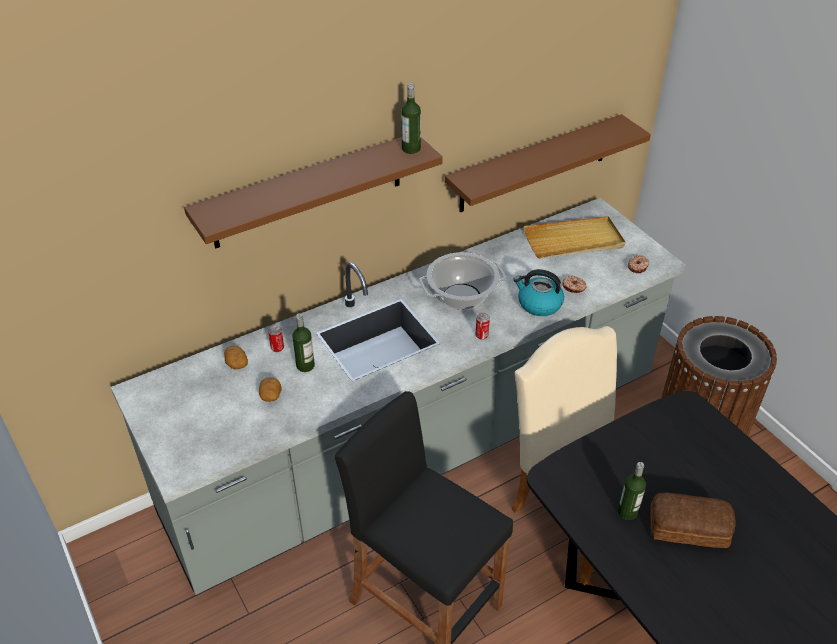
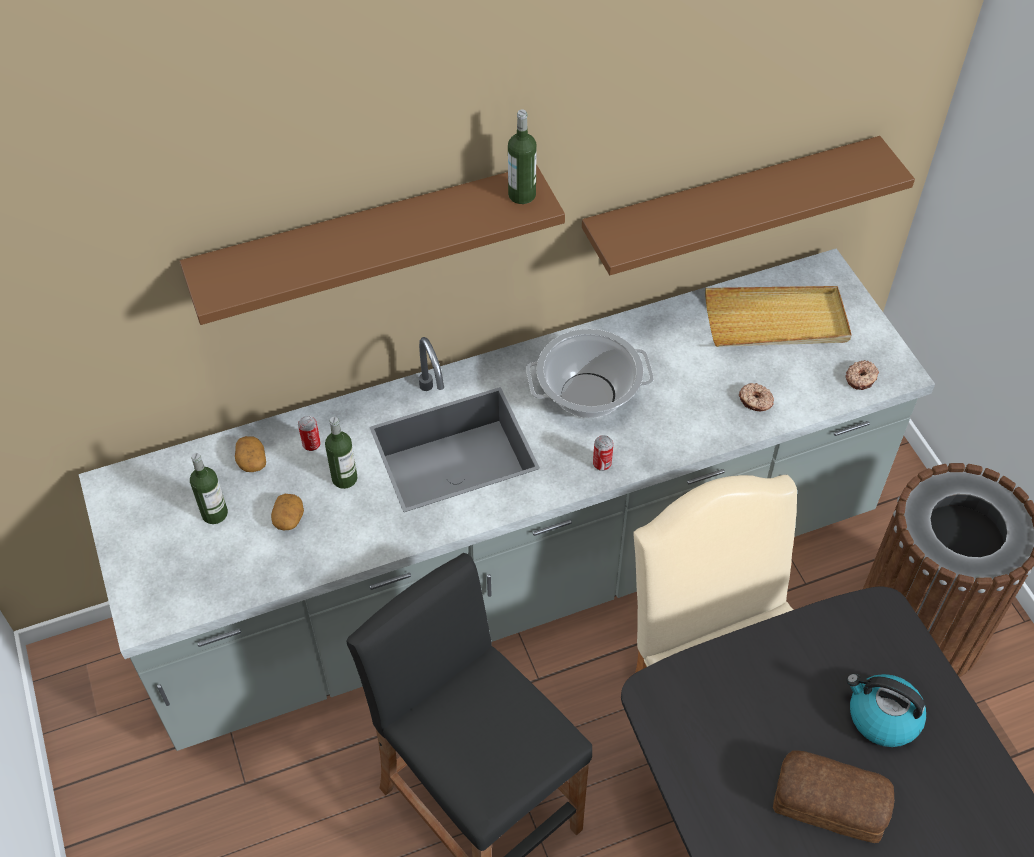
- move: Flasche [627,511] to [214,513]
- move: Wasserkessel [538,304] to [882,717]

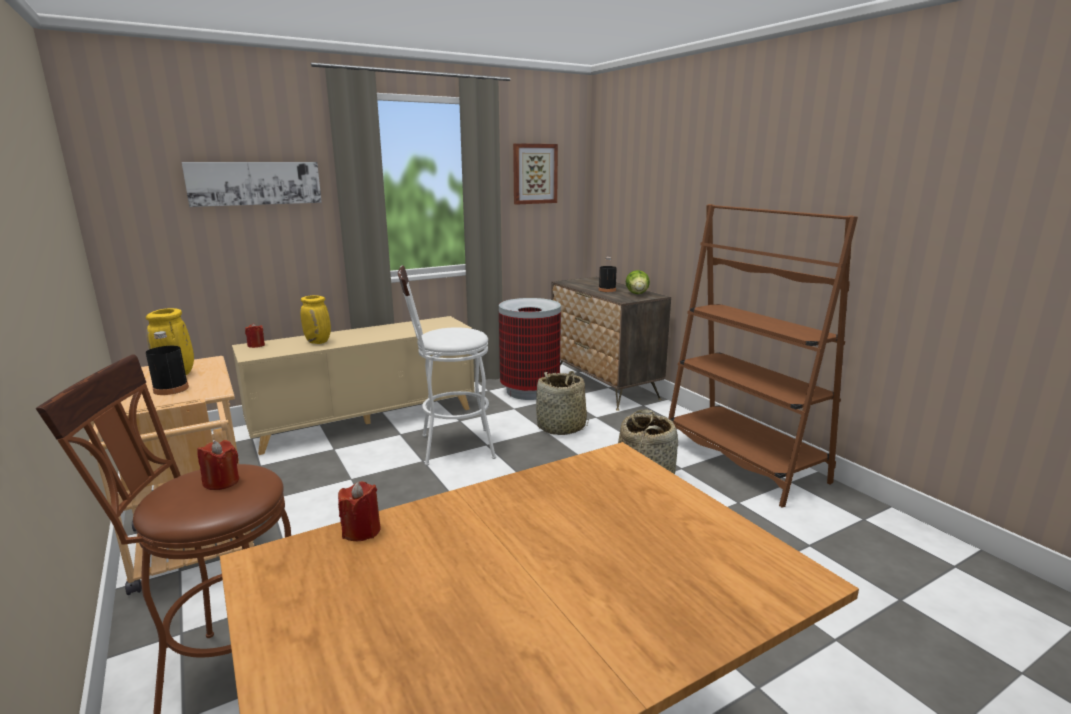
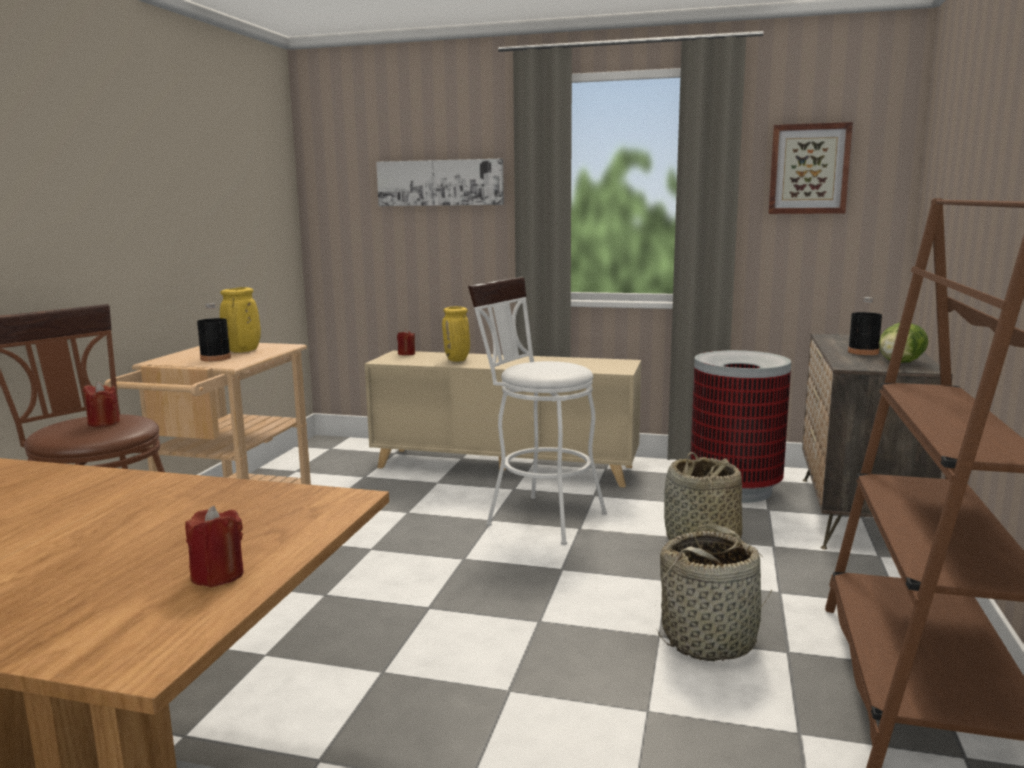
- move: Kerze (rot) [361,531] to [217,575]

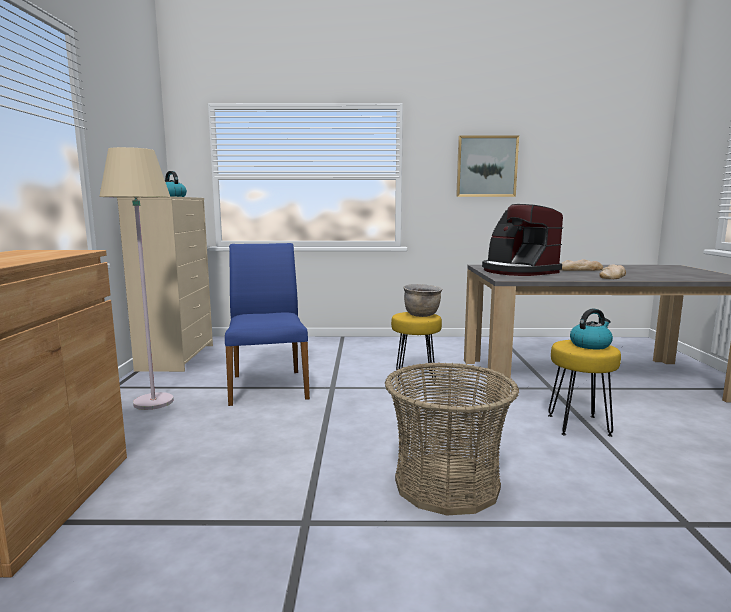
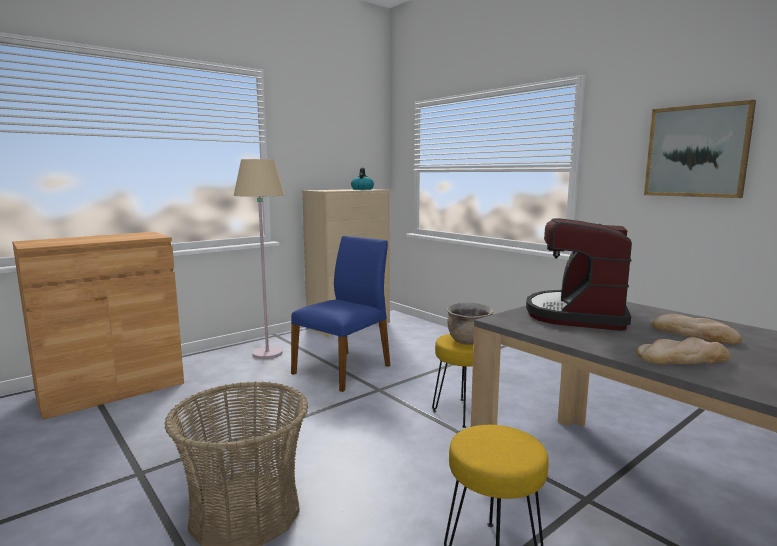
- delete: Wasserkessel [590,345]

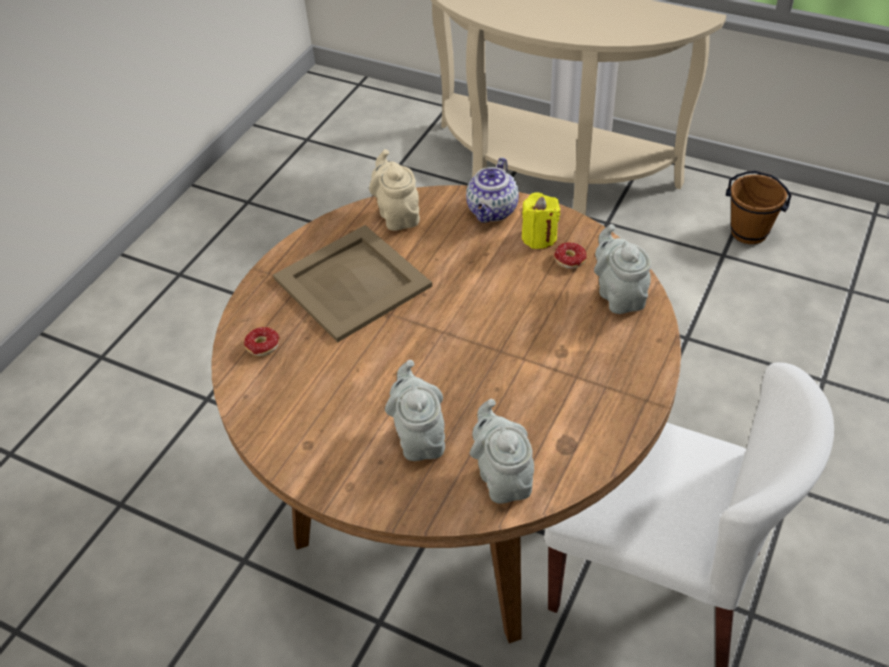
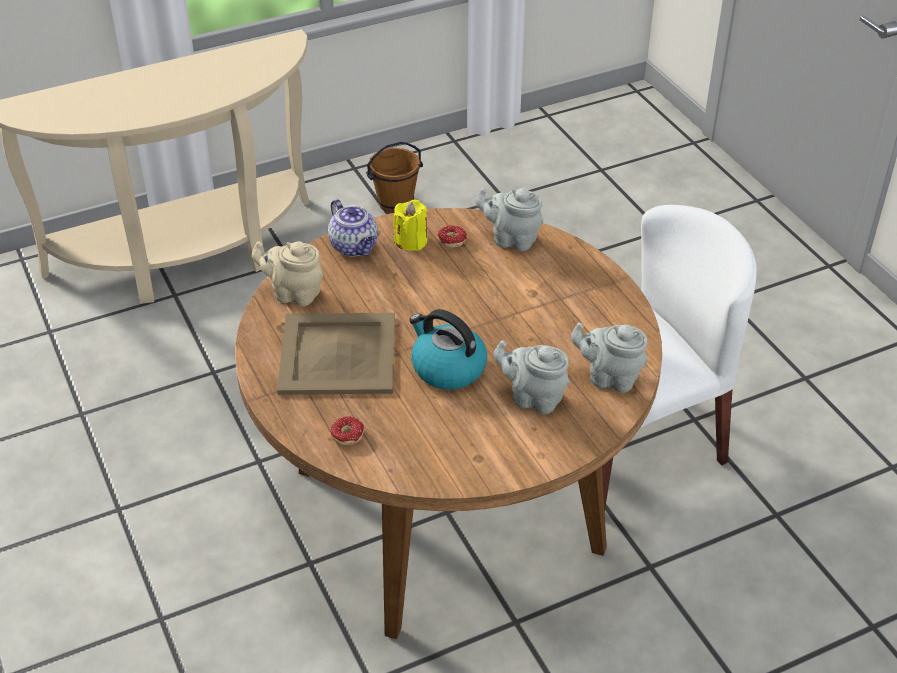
- insert: Wasserkessel [447,368]

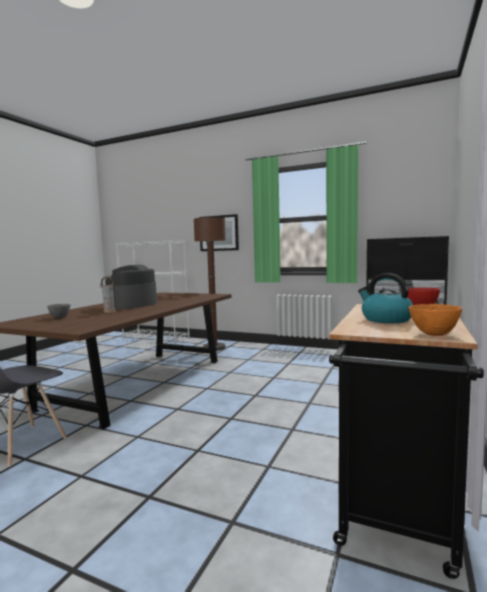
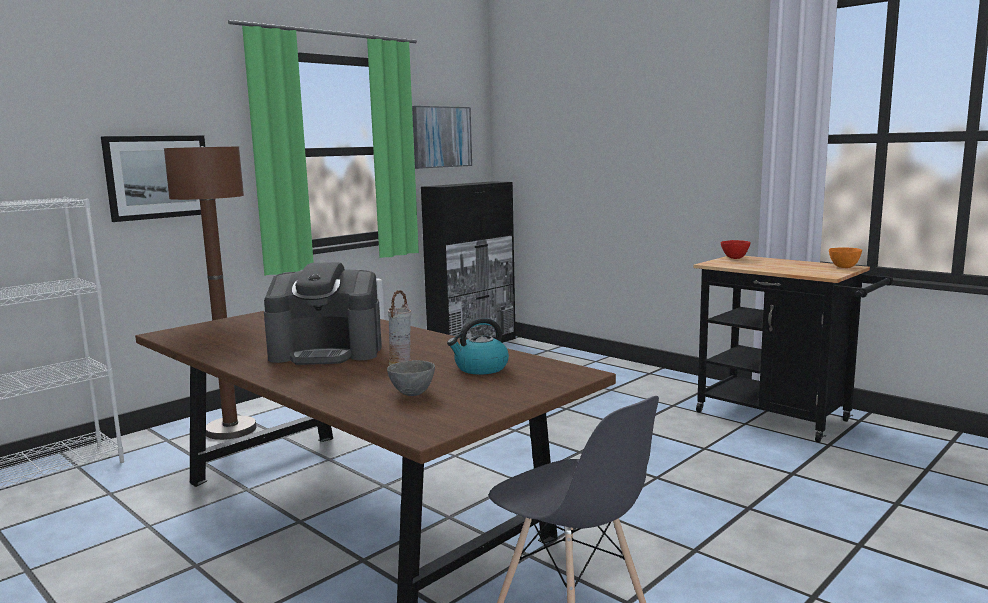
- rotate: Kaffeemaschine [132,305] = [327,352] 45 degrees counterclockwise
- insert: Bild [441,137]
- move: Wasserkessel [385,319] to [480,368]

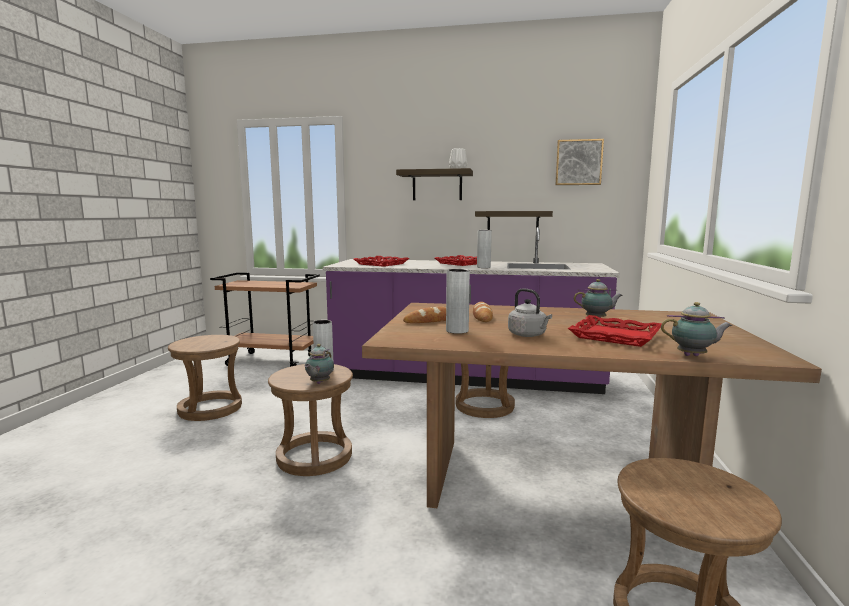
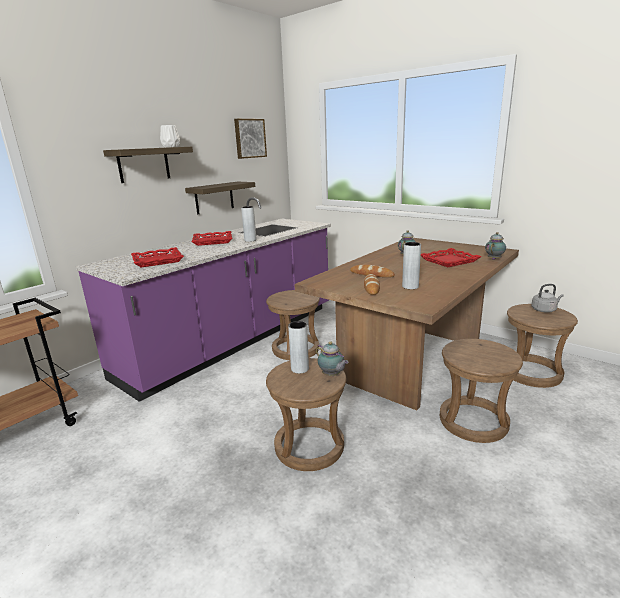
- move: Hocker (braun) [210,408] to [473,421]
- move: Wasserkessel (grau) [528,335] to [544,310]

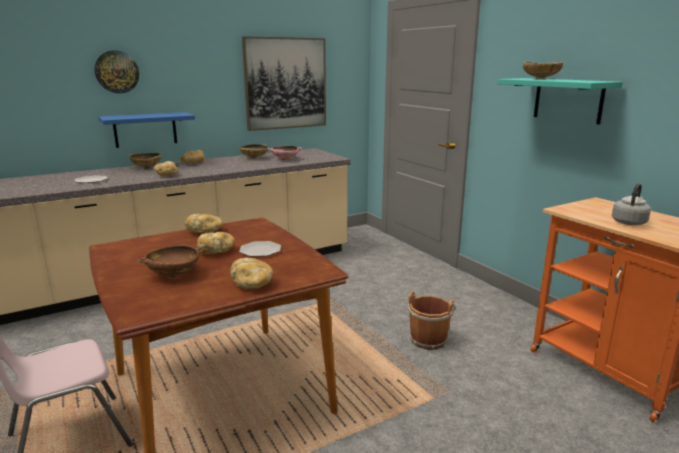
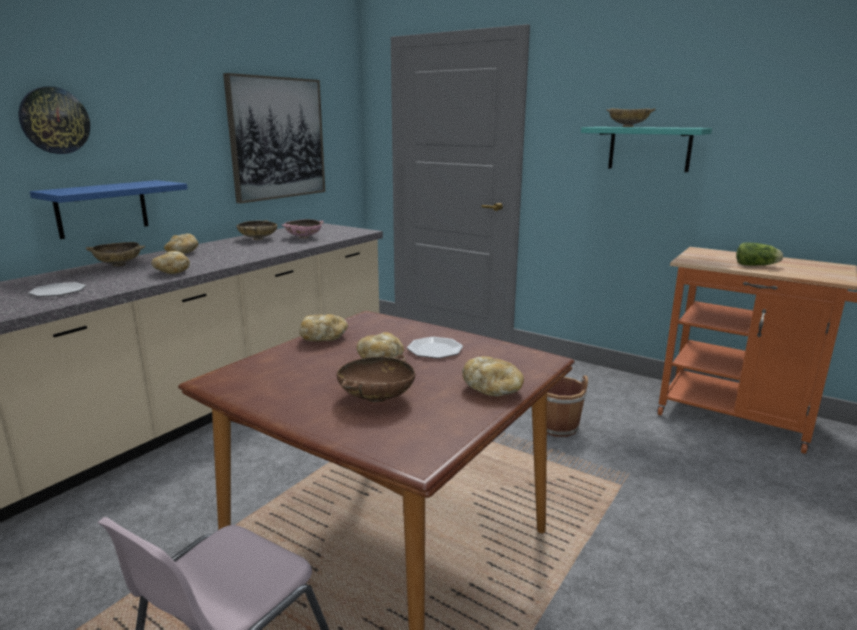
- replace: Wasserkessel (grau) [629,222] to Salatkopf [757,265]

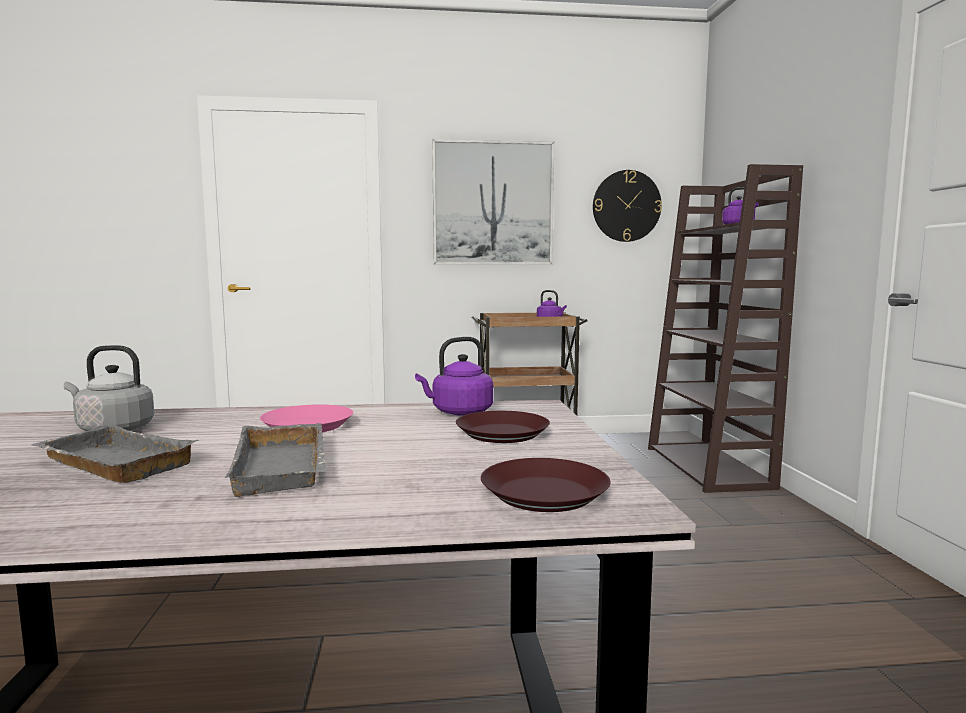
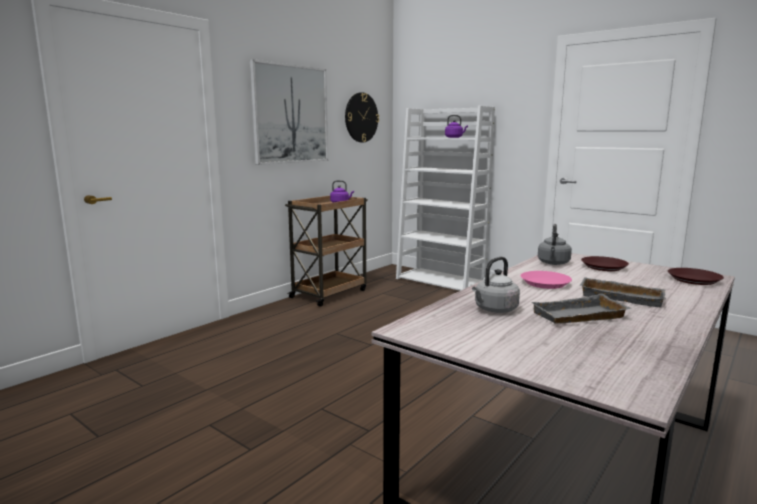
- recolor: Bücherregal (braun) [709,467] to Bücherregal (weiß) [441,281]
- recolor: Wasserkessel (lila) [459,412] to Wasserkessel (grau) [553,263]

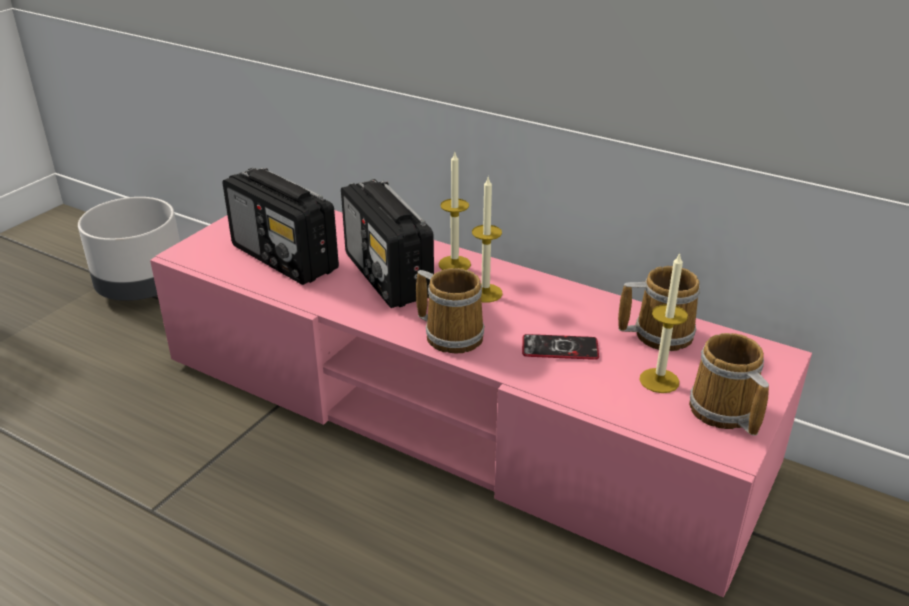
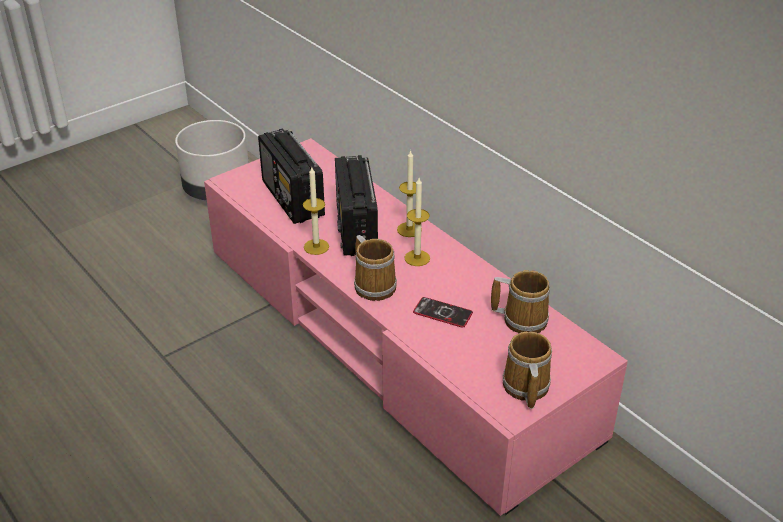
- move: Kerze [659,380] to [316,247]

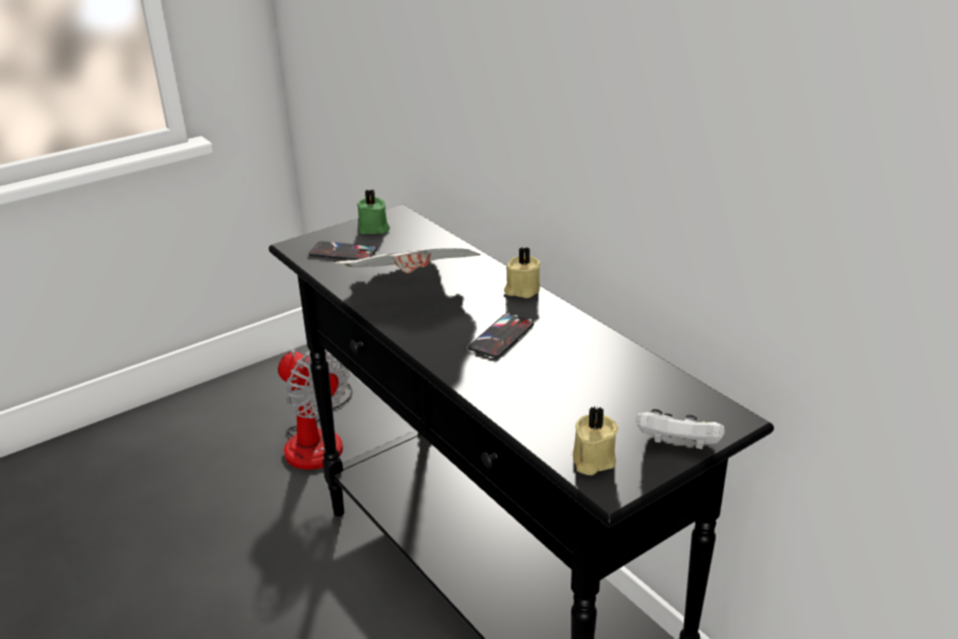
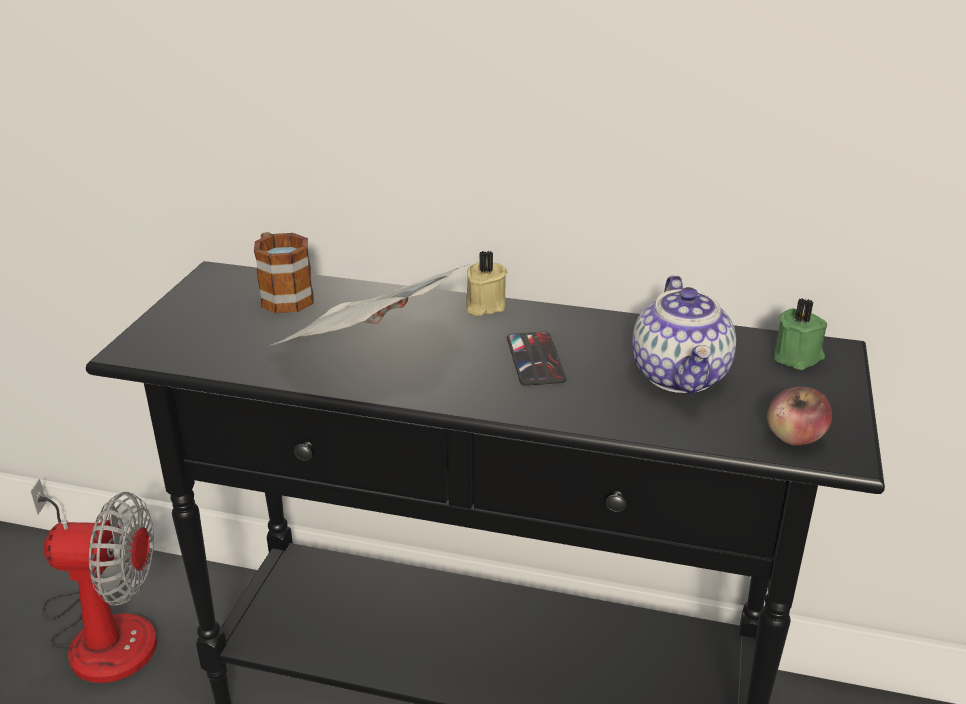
- insert: Henkelbecher [283,295]
- insert: Teekanne [681,376]
- replace: Kerze (beige) [592,460] to Apfel [794,438]
- move: Kerze (grün) [374,229] to [798,357]
- delete: Handy [343,252]
- delete: Gamepad (weiß) [677,447]

